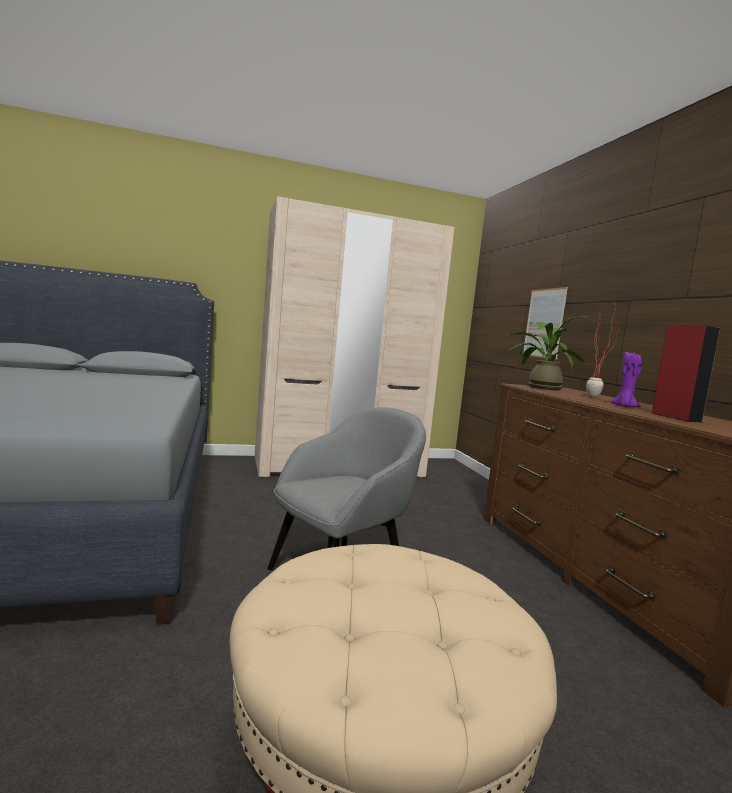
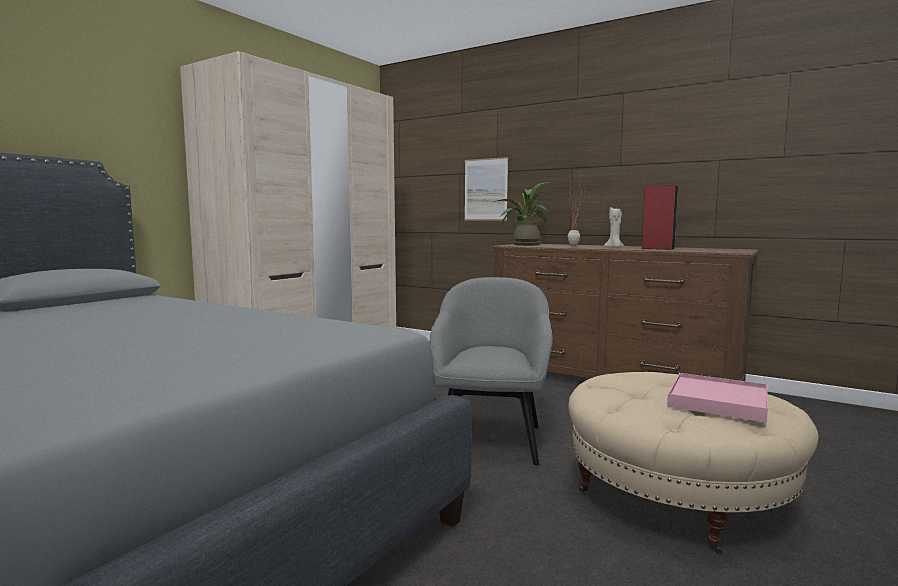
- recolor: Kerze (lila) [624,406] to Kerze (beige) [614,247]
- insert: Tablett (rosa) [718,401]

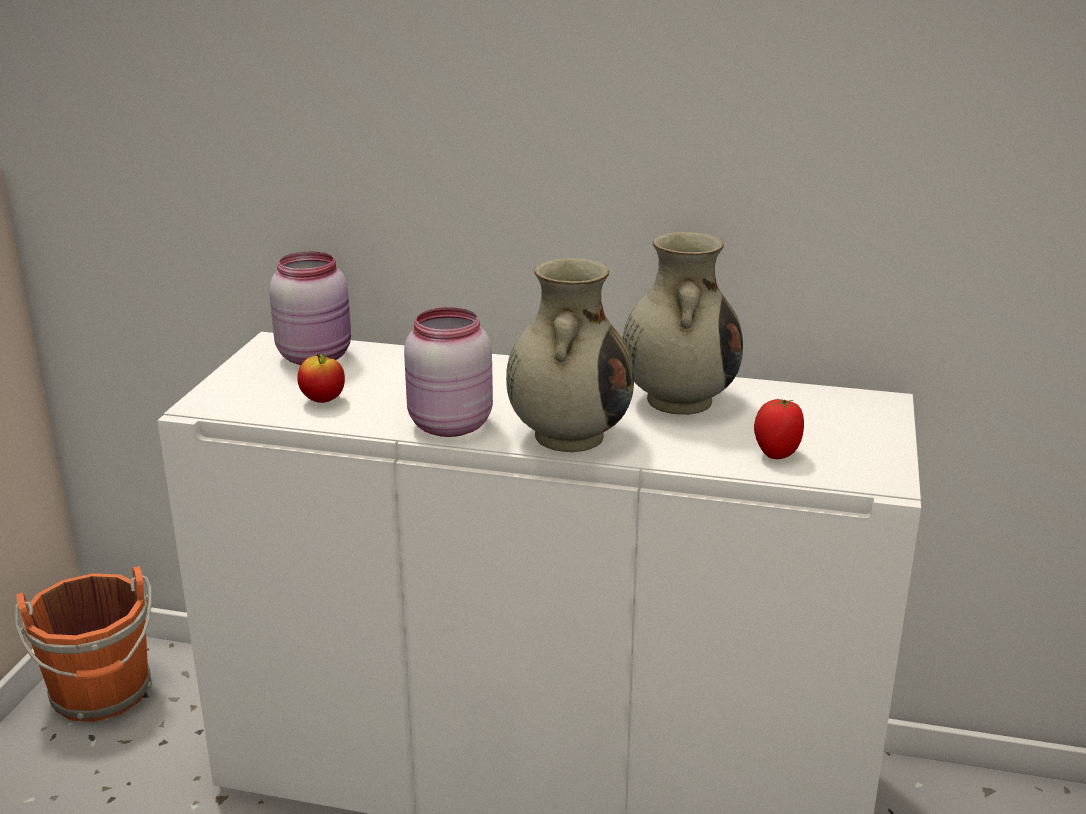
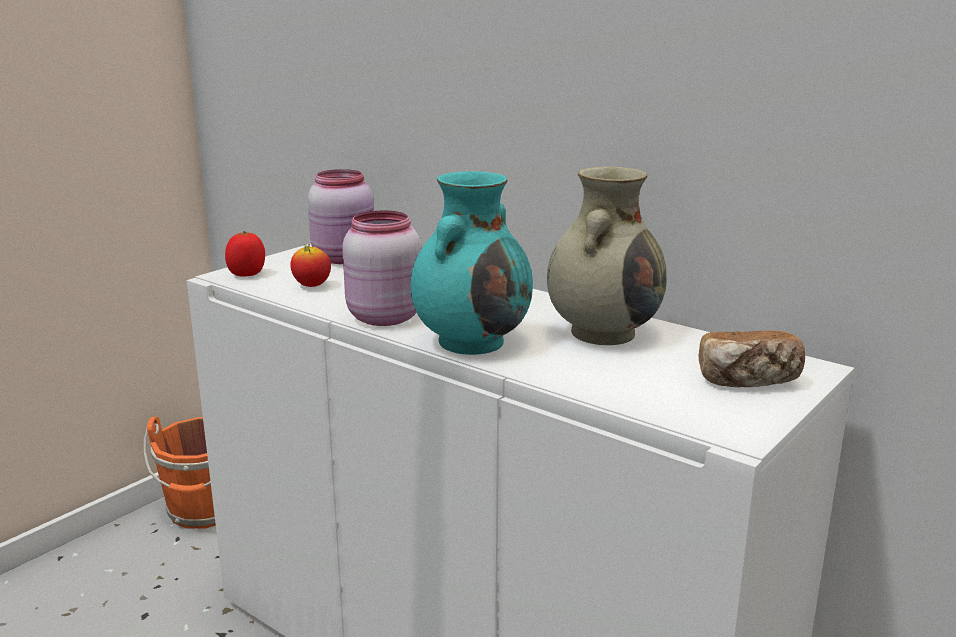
- move: Tomate [776,453] to [247,274]
- recolor: Vase (beige) [569,435] to Vase (türkis) [472,341]
- insert: Brot [748,381]

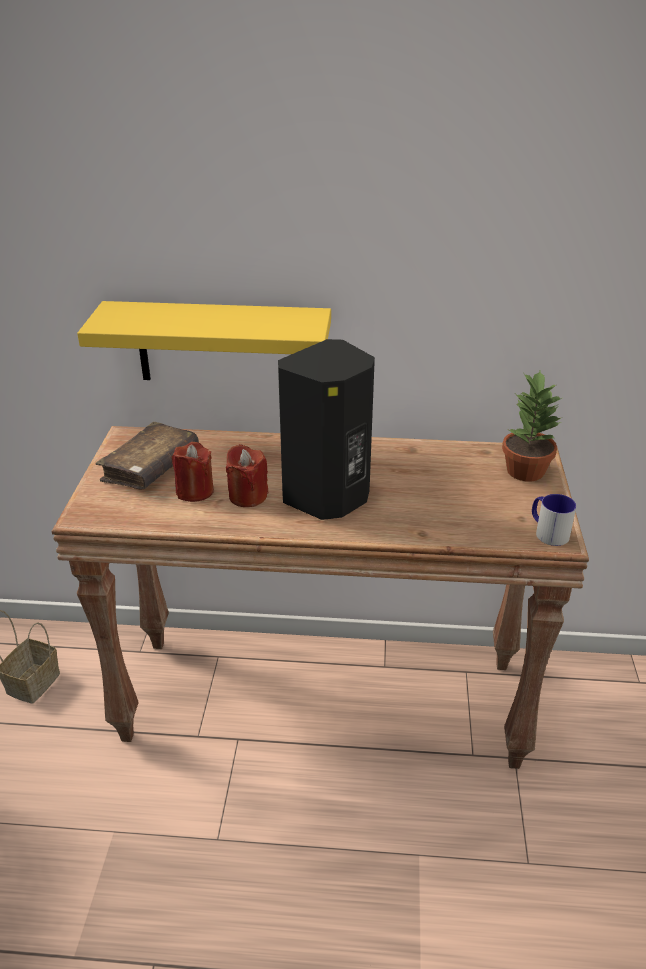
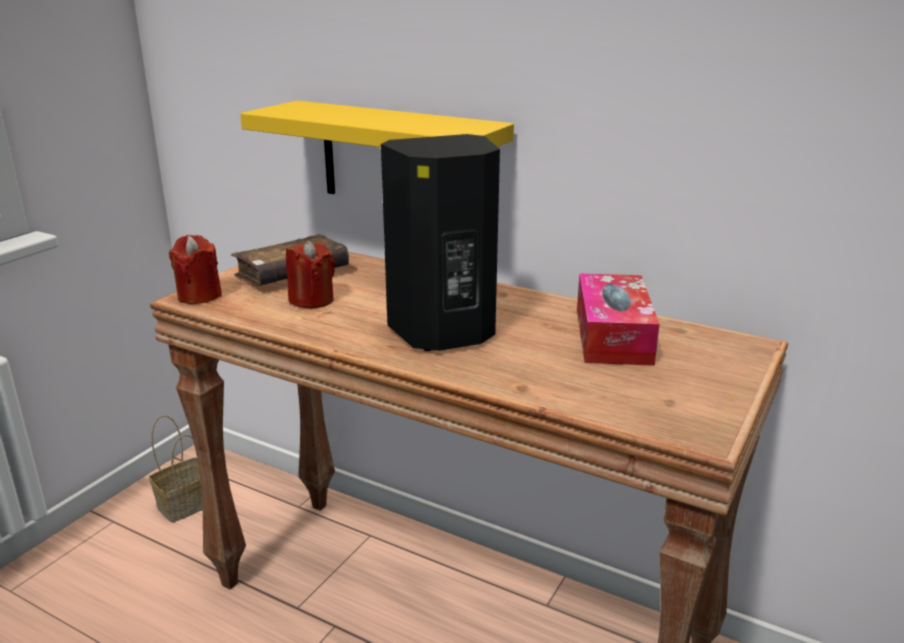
- move: Kerze (rot) [248,496] to [199,296]
- insert: Taschentuchbox [612,335]
- delete: Topfpflanze [524,470]
- delete: Henkelbecher [547,532]

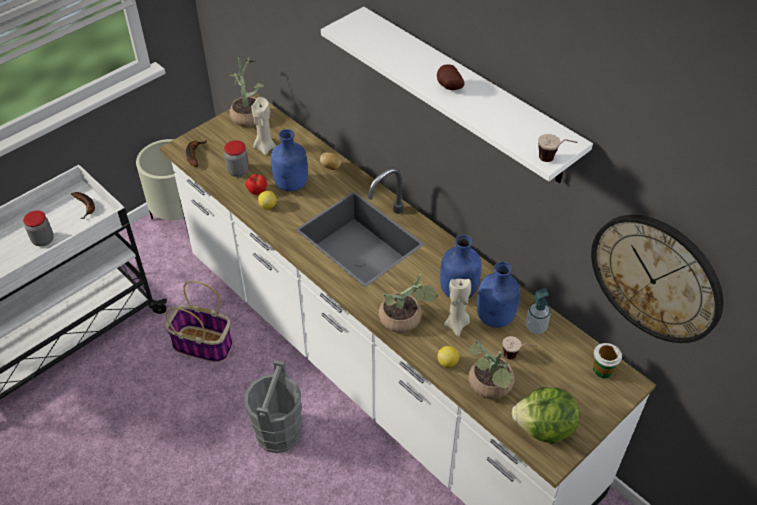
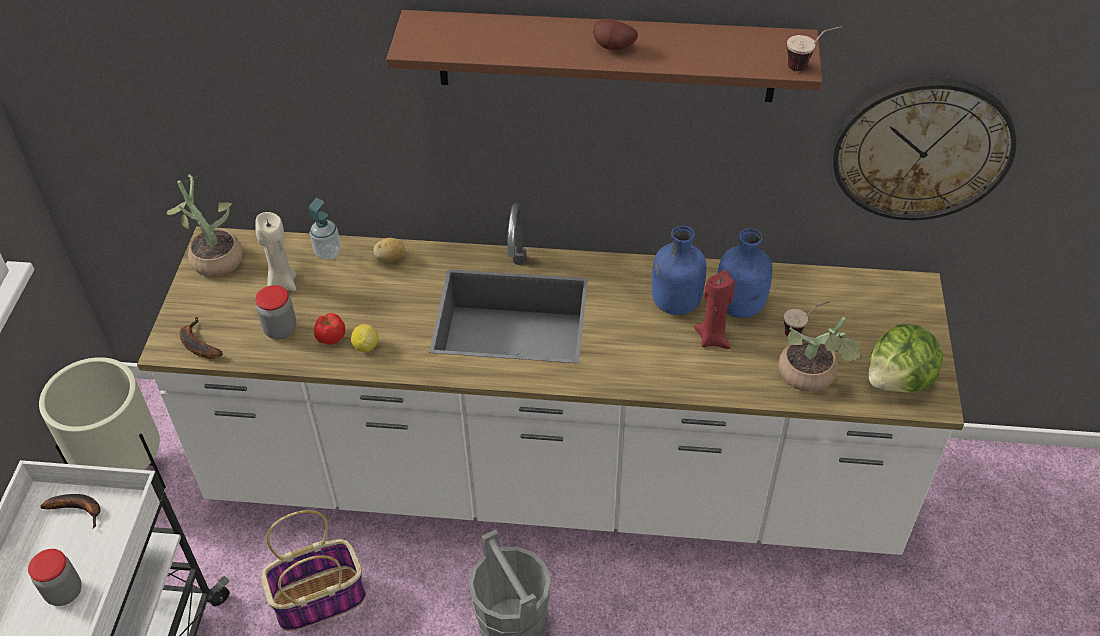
- move: Seifenspender [536,327] to [328,252]
- recolor: Wandregal (weiß) [466,95] to Wandregal (braun) [606,56]
- recolor: Kerze (beige) [457,324] to Kerze (rot) [713,338]
- delete: Flasche (blau) [292,185]
- delete: Topfpflanze [405,320]
- delete: Zitrone [447,362]
- delete: Tasse [602,370]

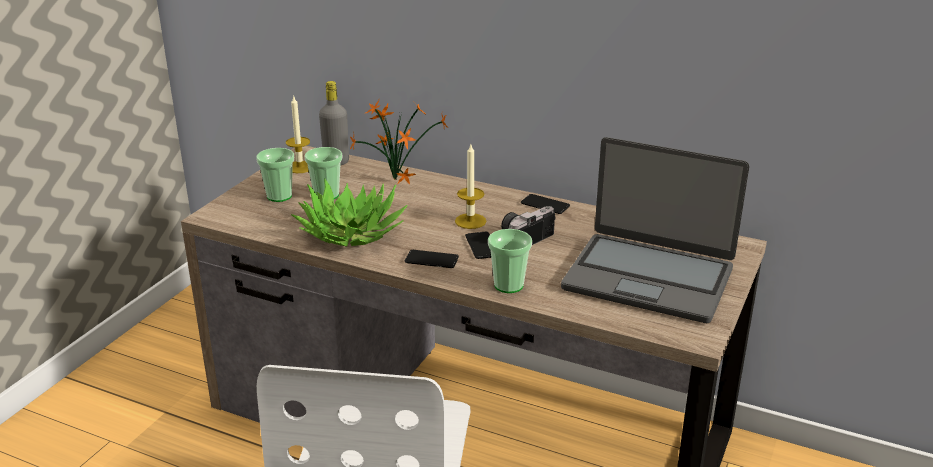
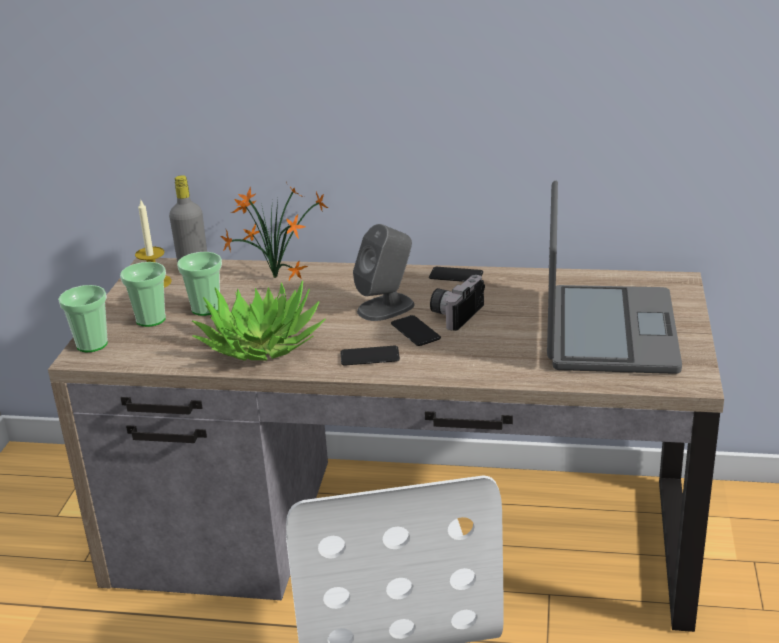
- move: Tasse [508,285] to [92,344]
- replace: Kerze [470,221] to Lautsprecher (grau) [386,307]
- rotate: Laptop [648,278] = [608,331] 90 degrees counterclockwise

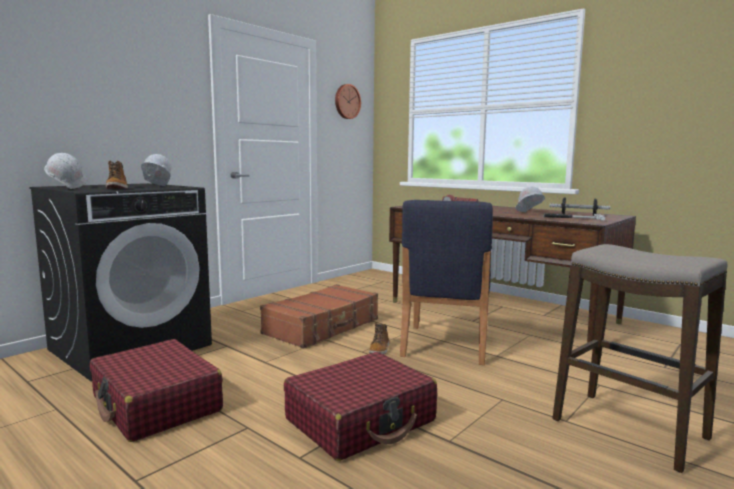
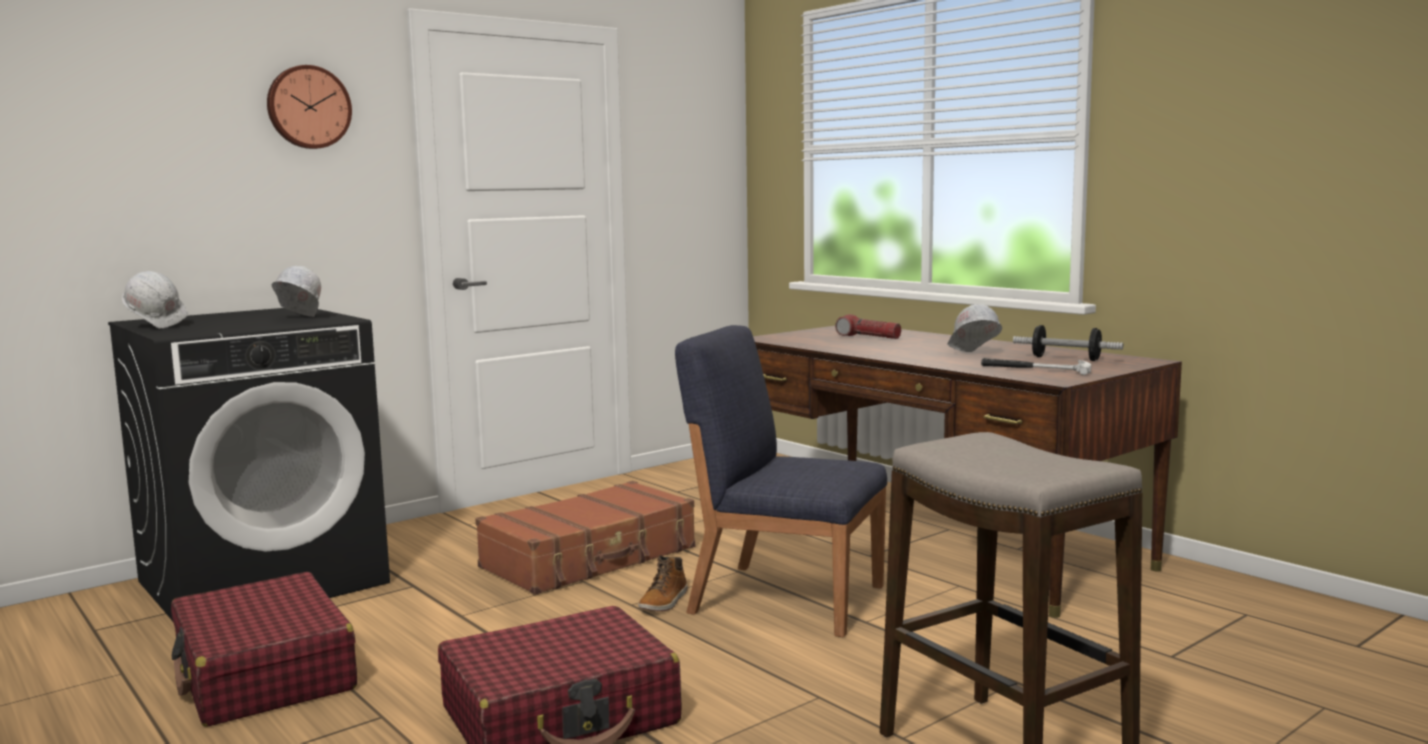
- move: Wanduhr [346,101] to [308,107]
- rotate: Stuhl (blau) [444,344] = [785,598] 90 degrees clockwise
- delete: Stiefel [117,188]

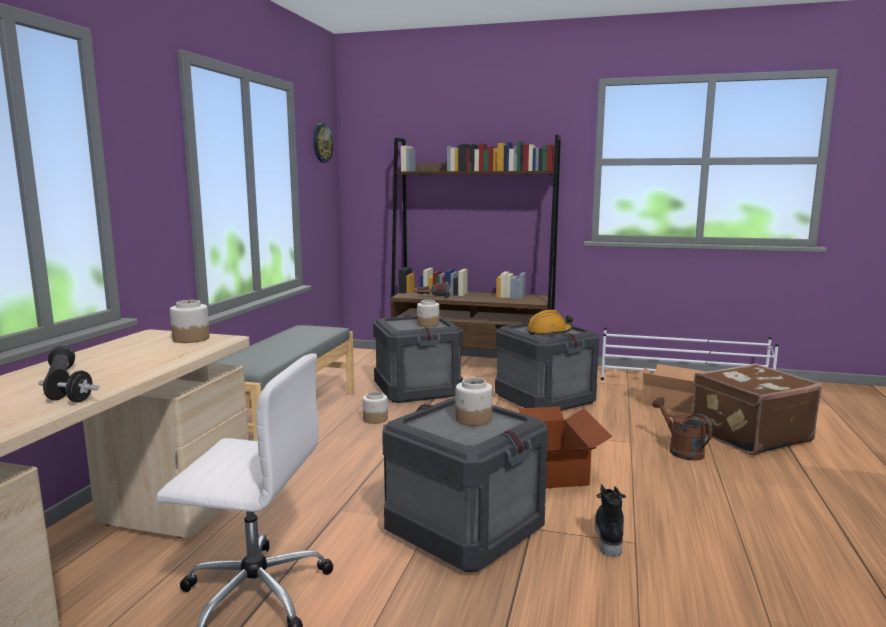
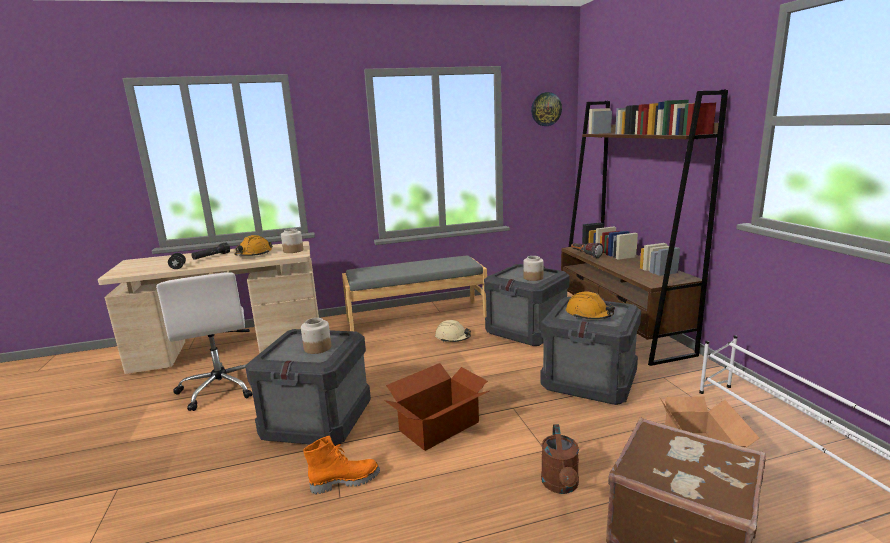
- insert: Schutzhelm (orange) [254,254]
- recolor: Stiefel (schwarz) [608,534] to Stiefel (orange) [345,481]
- replace: Vorratsglas [375,419] to Schutzhelm (beige) [452,338]
- rotate: Gießkanne (braun) [681,450] = [561,486] 150 degrees clockwise

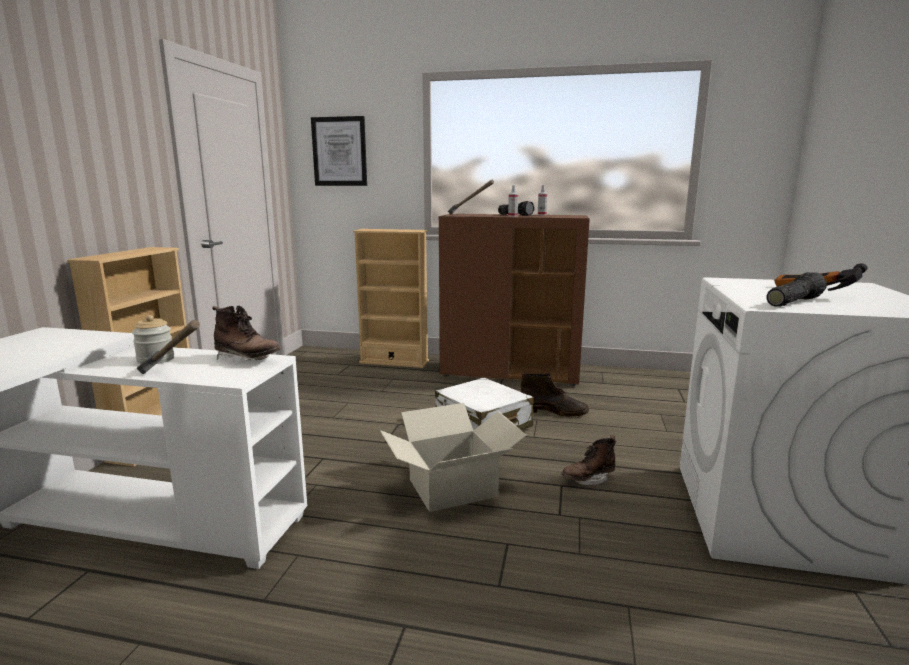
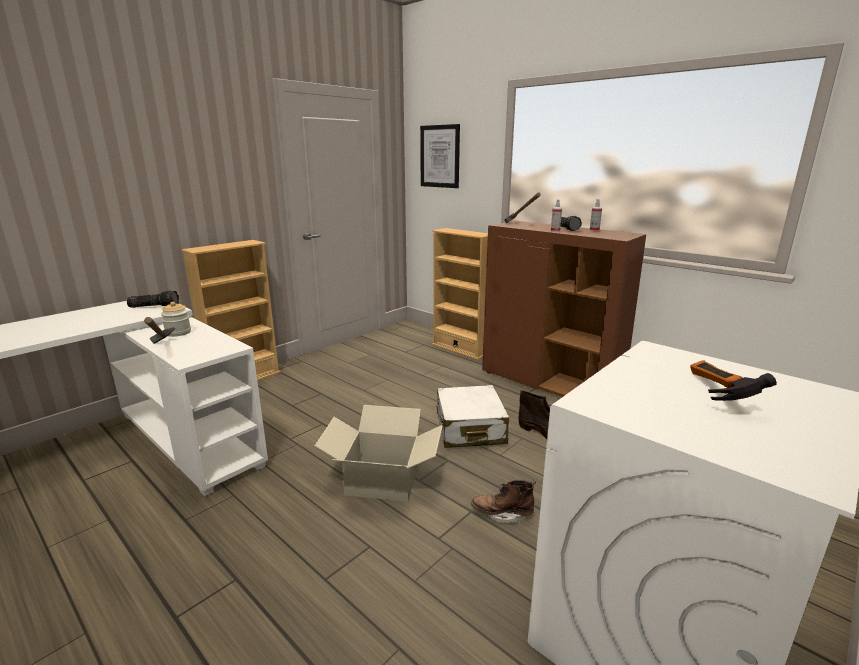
- move: Taschenlampe [792,302] to [155,306]
- delete: Stiefel (braun) [247,359]

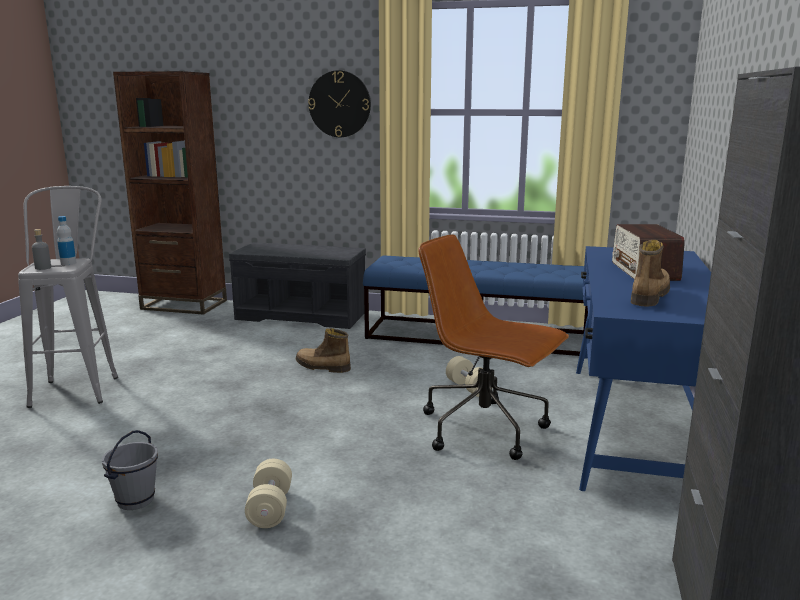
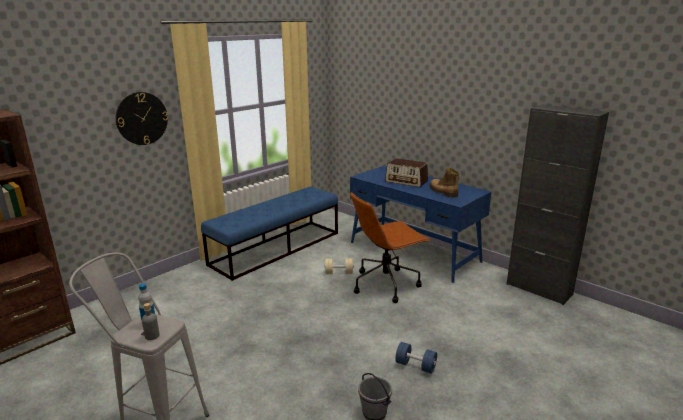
- recolor: Hantel (beige) [270,508] to Hantel (blau) [415,365]
- delete: Bank (grau) [302,315]
- delete: Stiefel [322,367]

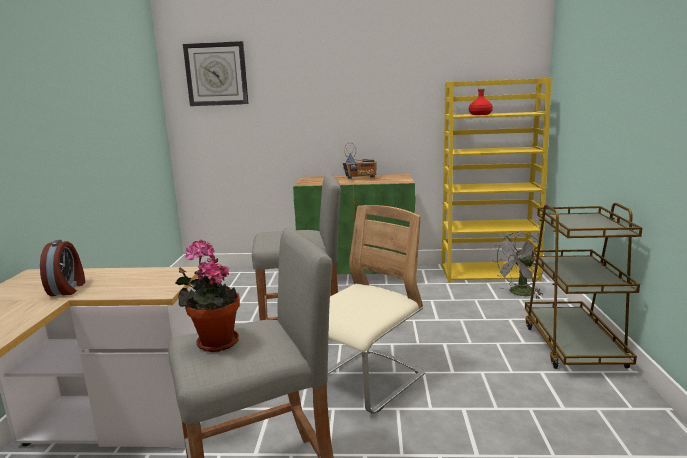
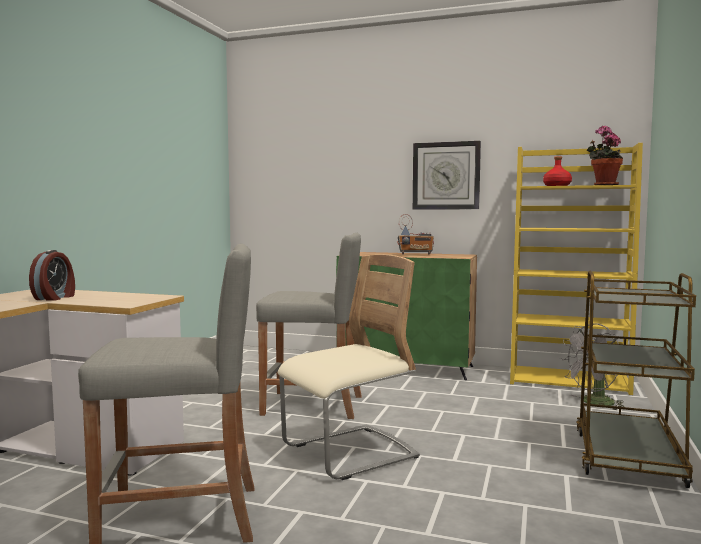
- move: Wanduhr [216,74] to [446,176]
- move: Topfpflanze [214,342] to [603,185]

